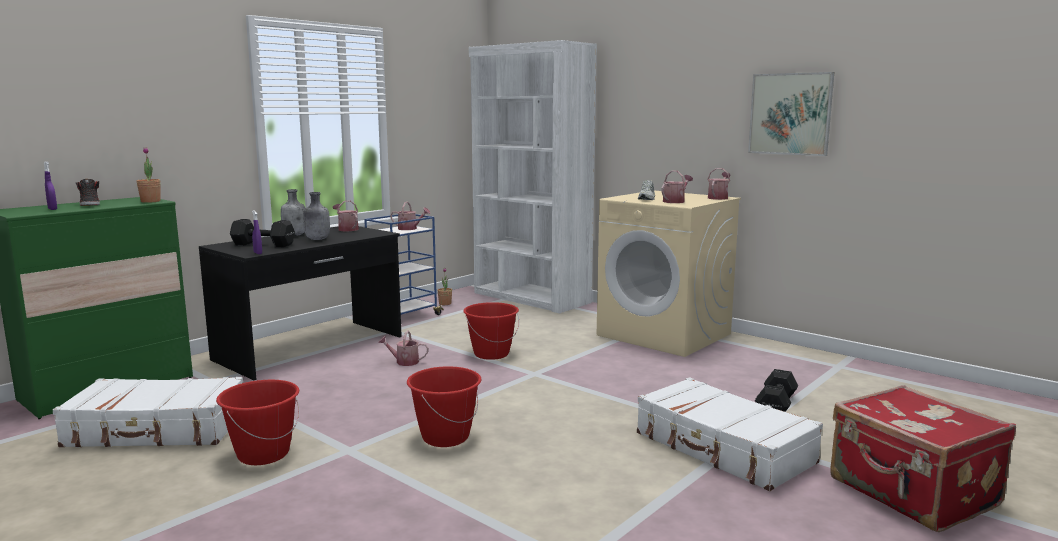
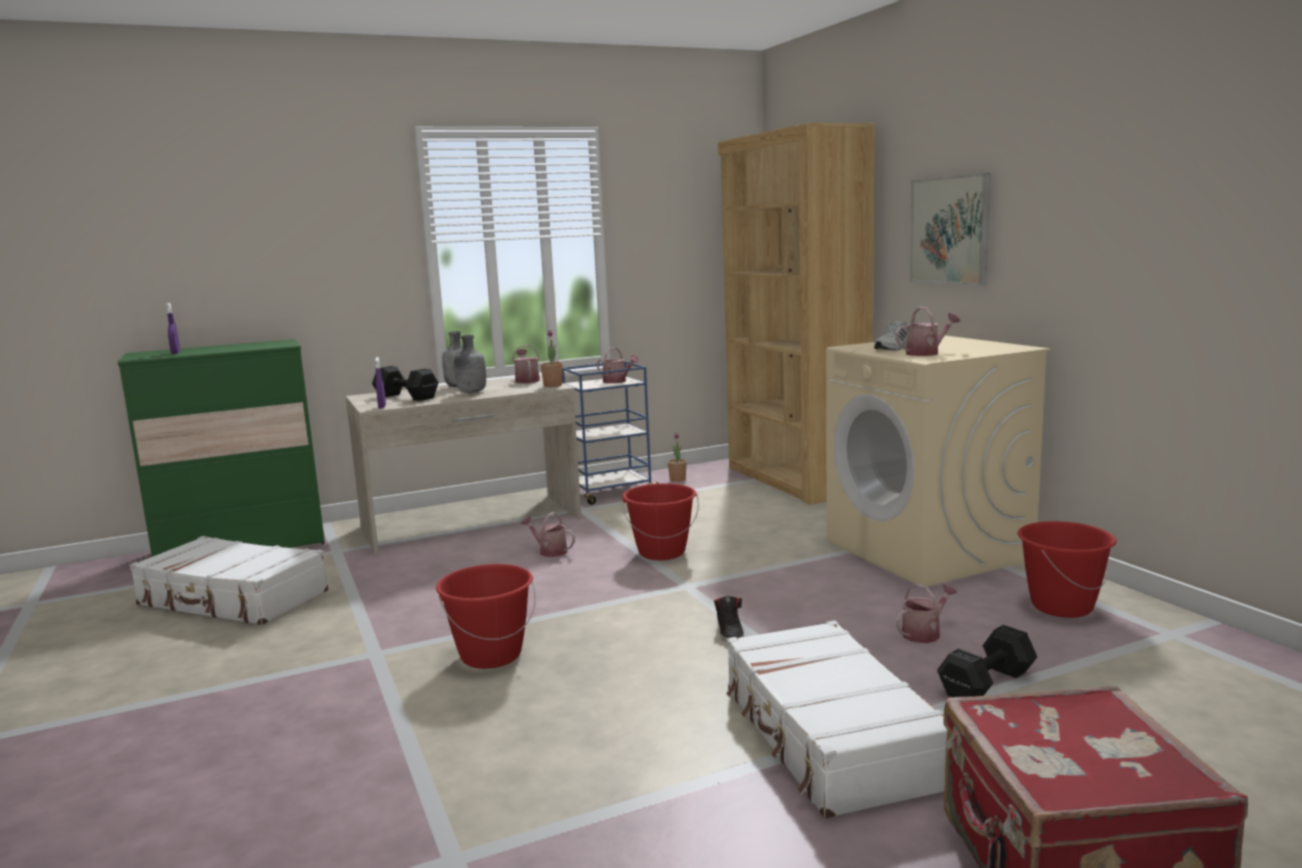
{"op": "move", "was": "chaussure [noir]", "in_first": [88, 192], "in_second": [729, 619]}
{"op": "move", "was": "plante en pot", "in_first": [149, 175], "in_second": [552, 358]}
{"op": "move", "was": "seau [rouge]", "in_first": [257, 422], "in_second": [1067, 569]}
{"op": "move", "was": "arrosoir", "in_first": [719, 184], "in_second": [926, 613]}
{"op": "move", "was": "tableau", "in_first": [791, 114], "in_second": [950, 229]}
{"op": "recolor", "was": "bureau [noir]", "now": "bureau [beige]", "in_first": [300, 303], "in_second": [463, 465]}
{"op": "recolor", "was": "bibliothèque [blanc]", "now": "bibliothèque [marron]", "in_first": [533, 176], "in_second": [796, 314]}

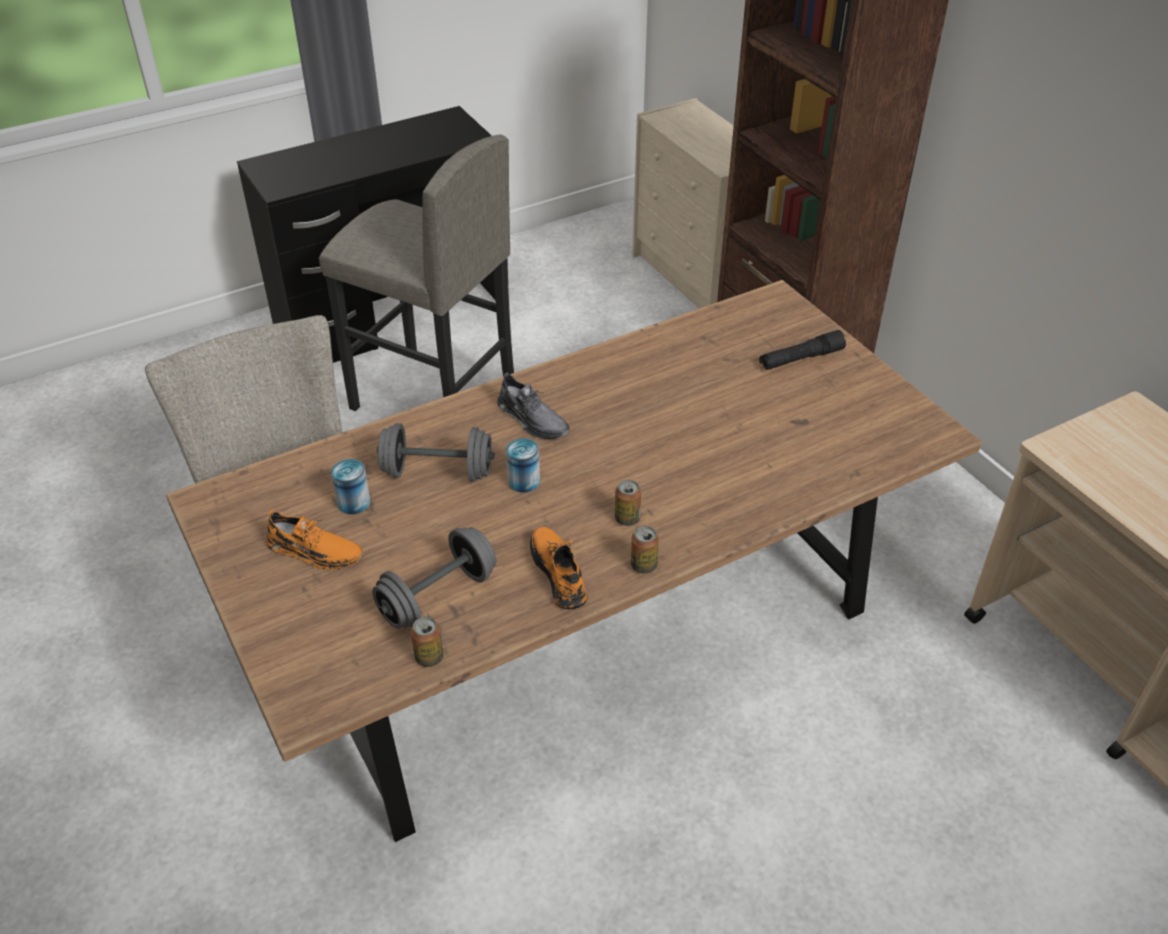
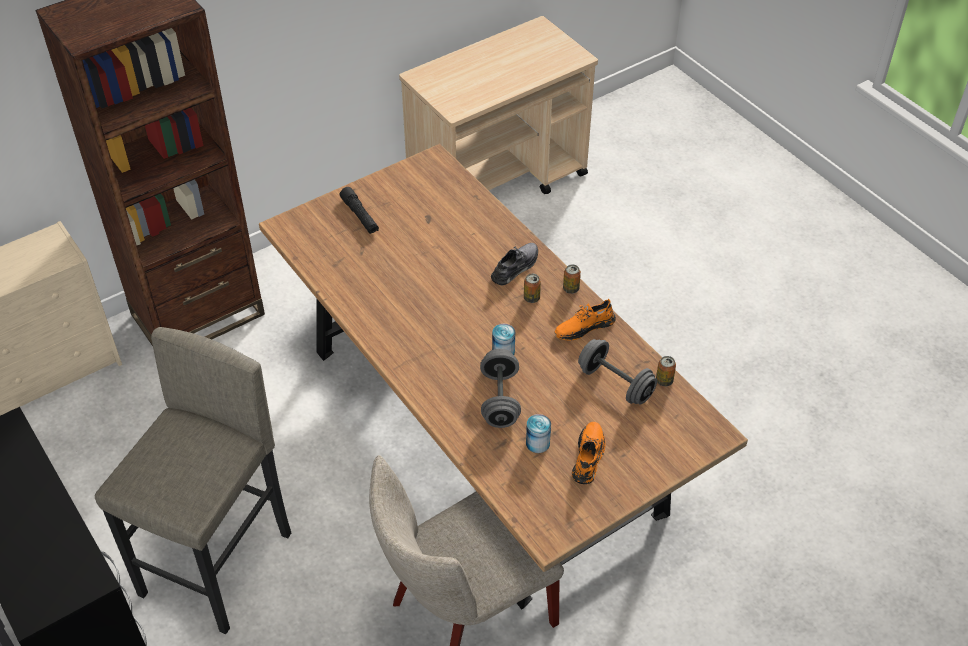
{"op": "move", "was": "chaussure [gris]", "in_first": [533, 405], "in_second": [514, 264]}

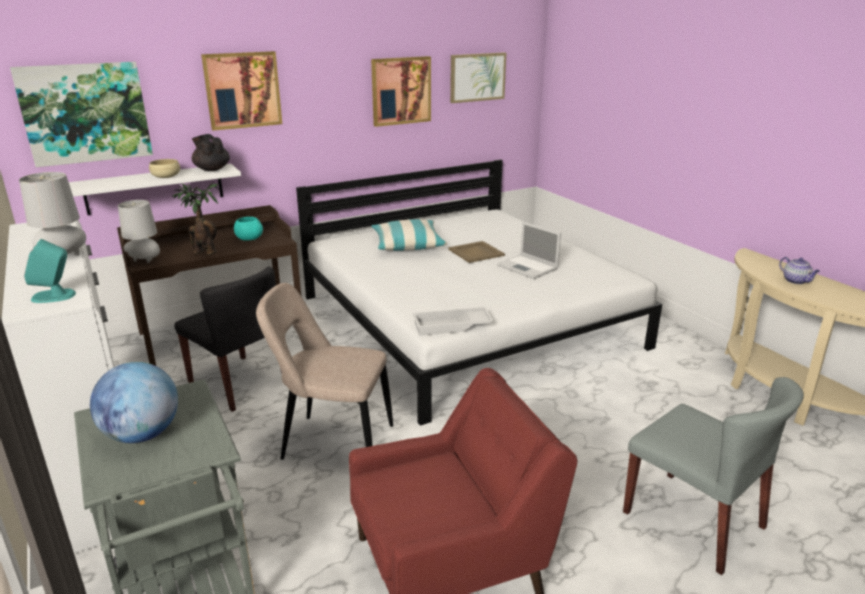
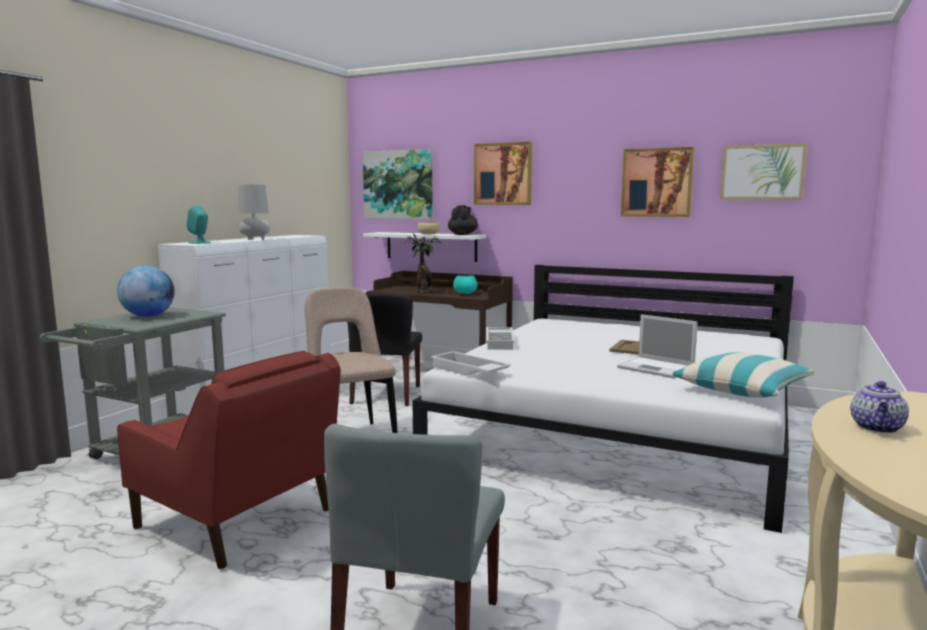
{"op": "delete", "was": "lampe de table [gris]", "in_first": [139, 231]}
{"op": "insert", "now": "plateau [blanc]", "in_second": [500, 338]}
{"op": "move", "was": "coussin", "in_first": [409, 235], "in_second": [743, 375]}
{"op": "rotate", "was": "ordinateur portable", "in_first": [529, 250], "in_second": [657, 346], "clockwise": -60}

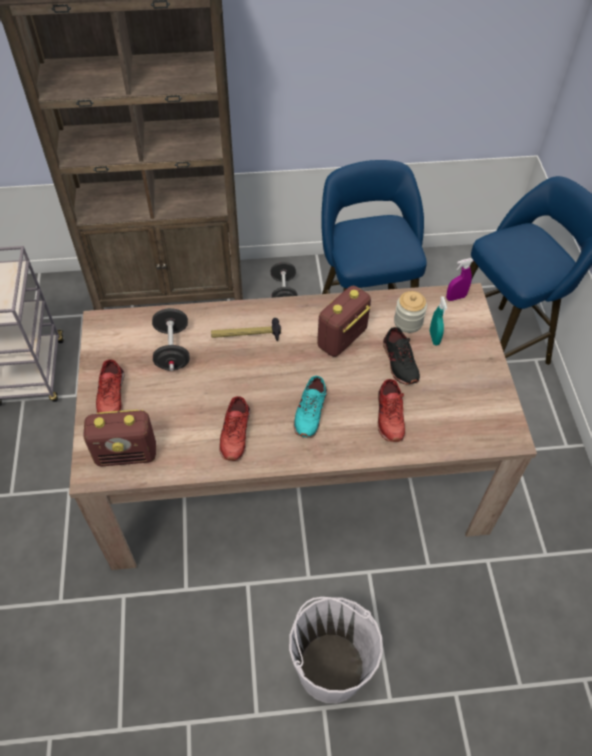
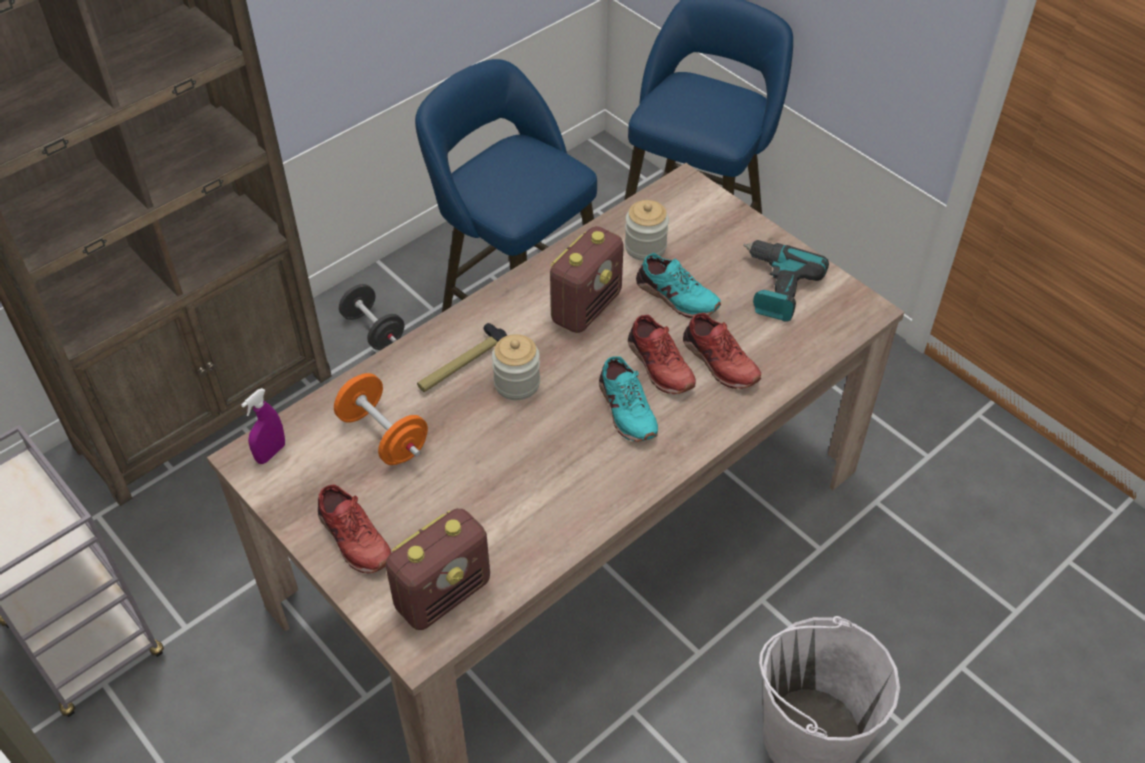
{"op": "delete", "was": "vaporisateur [turquoise]", "in_first": [438, 320]}
{"op": "insert", "now": "bocal", "in_second": [516, 367]}
{"op": "insert", "now": "perceuse", "in_second": [786, 281]}
{"op": "move", "was": "chaussure [rouge]", "in_first": [234, 428], "in_second": [662, 354]}
{"op": "move", "was": "vaporisateur [violet]", "in_first": [460, 279], "in_second": [263, 426]}
{"op": "recolor", "was": "haltère [noir]", "now": "haltère [orange]", "in_first": [171, 339], "in_second": [381, 419]}
{"op": "recolor", "was": "chaussure [noir]", "now": "chaussure [turquoise]", "in_first": [401, 355], "in_second": [678, 285]}
{"op": "rotate", "was": "radio", "in_first": [344, 321], "in_second": [587, 279], "clockwise": -150}

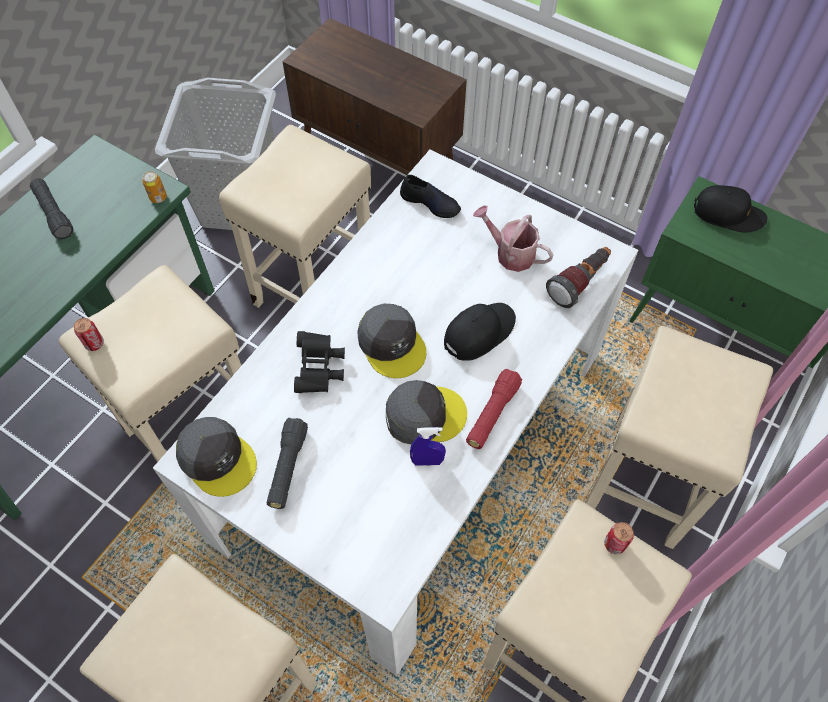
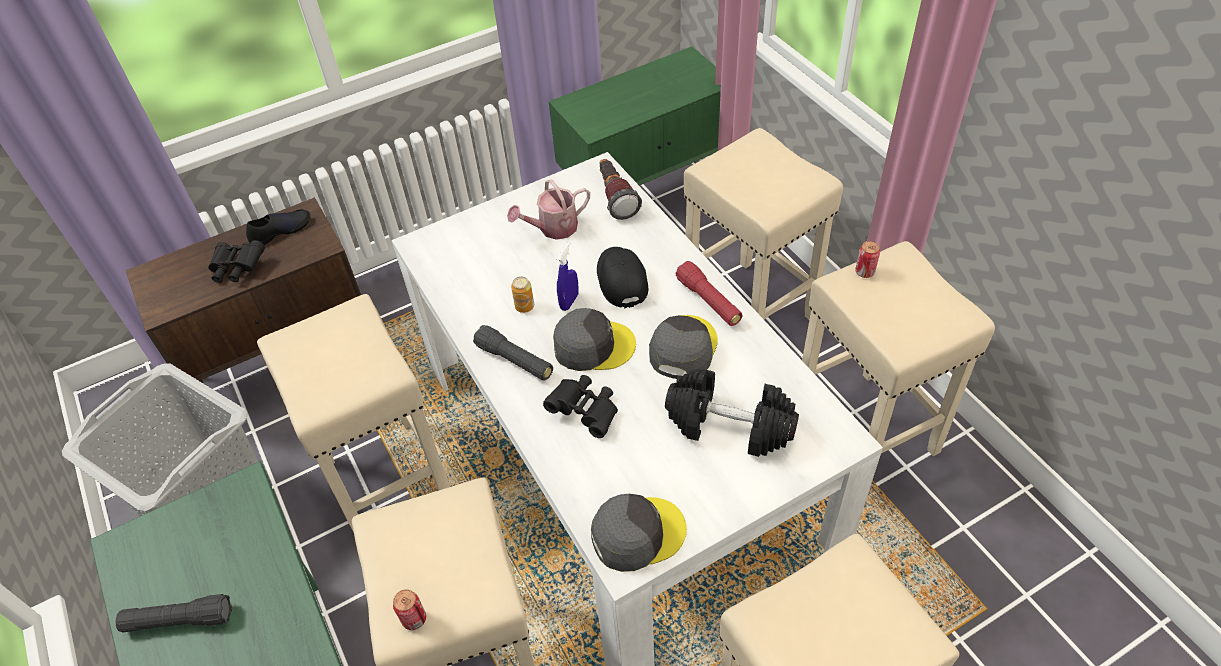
{"op": "delete", "was": "casquette [noir]", "in_first": [730, 208]}
{"op": "insert", "now": "jumelles [noir]", "in_second": [236, 261]}
{"op": "insert", "now": "haltère [noir]", "in_second": [732, 412]}
{"op": "move", "was": "boîte métallique", "in_first": [154, 187], "in_second": [522, 294]}
{"op": "move", "was": "lampe de poche [noir]", "in_first": [287, 463], "in_second": [513, 352]}
{"op": "move", "was": "chaussure [noir]", "in_first": [430, 196], "in_second": [278, 227]}
{"op": "move", "was": "vaporisateur [bleu]", "in_first": [428, 446], "in_second": [568, 276]}

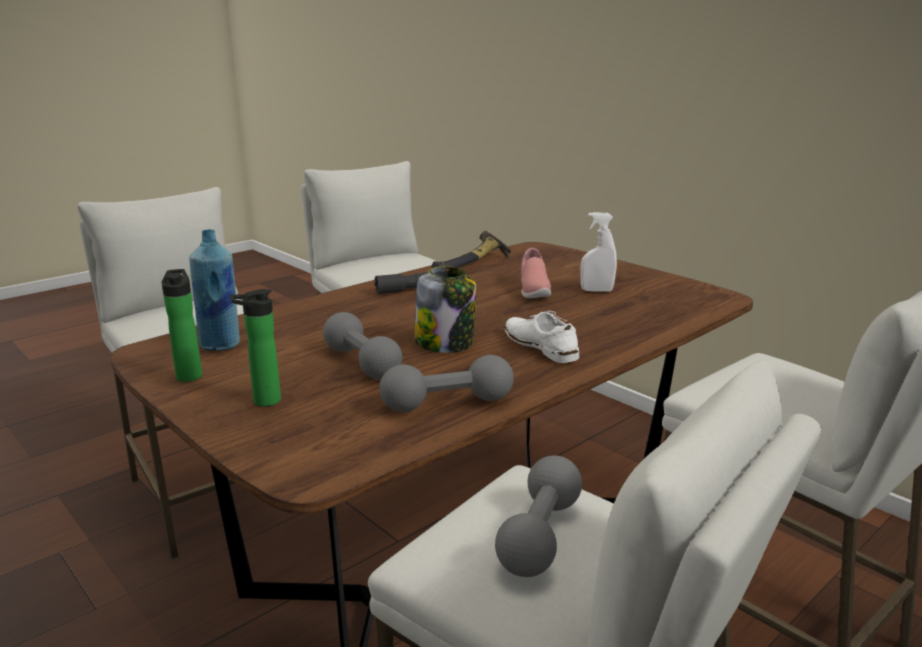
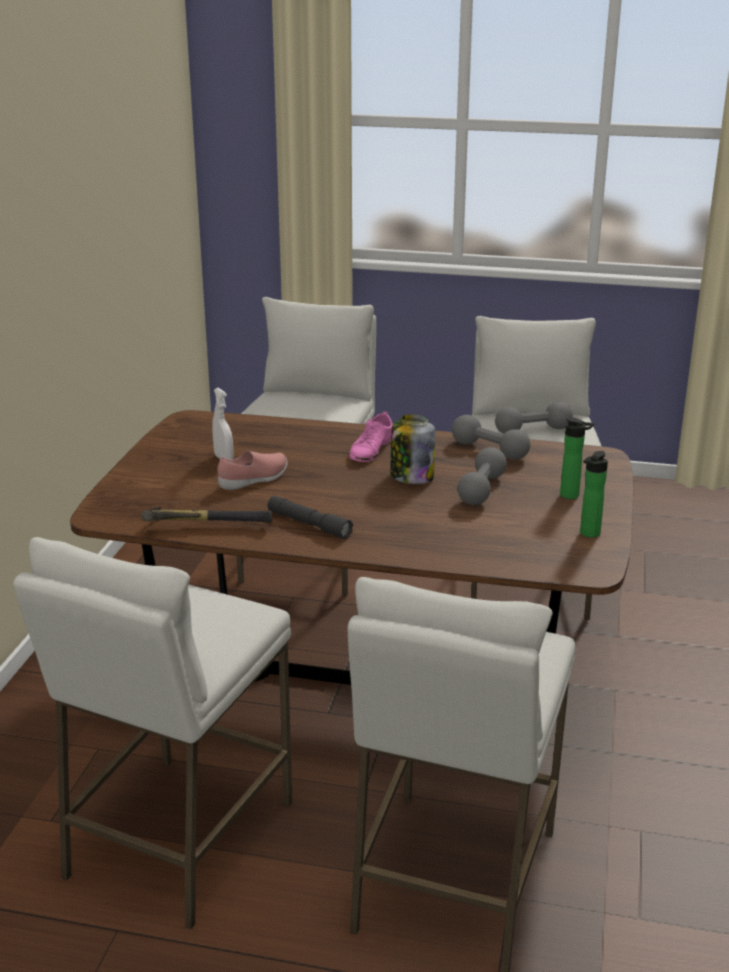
{"op": "delete", "was": "bouteille [bleu]", "in_first": [214, 290]}
{"op": "recolor", "was": "chaussure [blanc]", "now": "chaussure [rose]", "in_first": [542, 337], "in_second": [371, 436]}

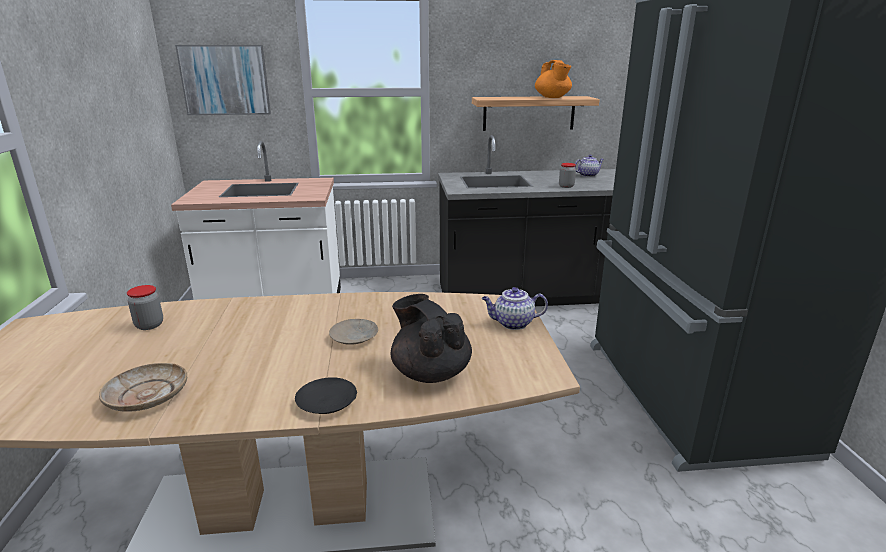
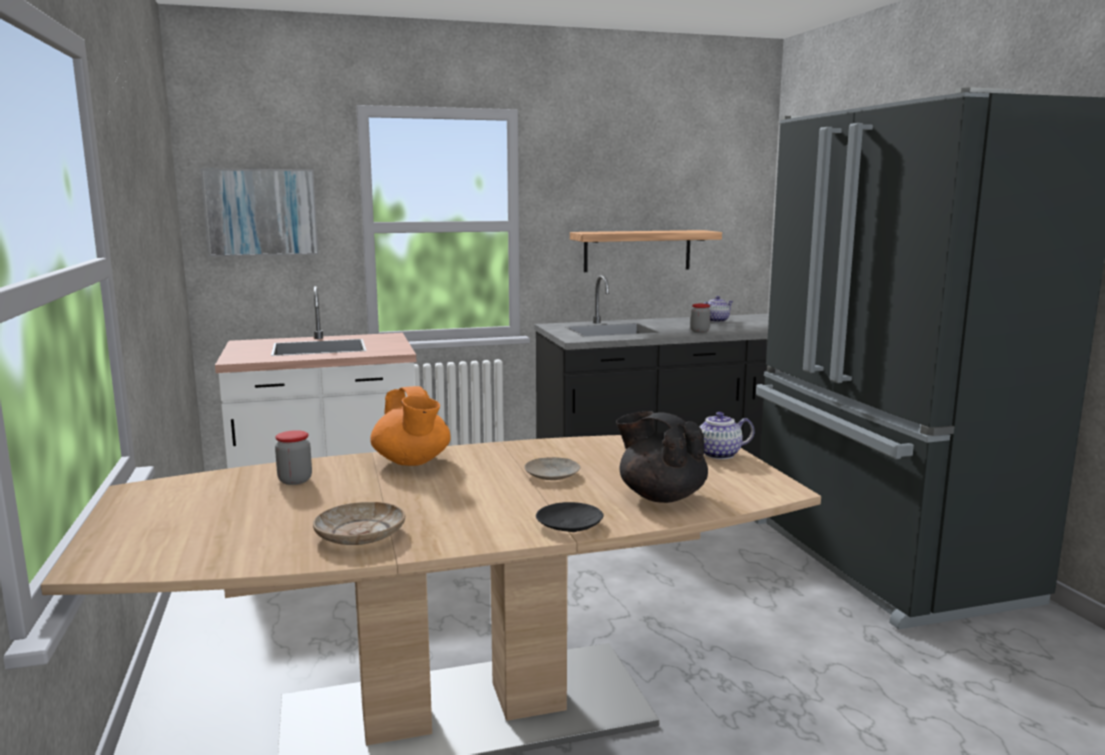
{"op": "move", "was": "théière [orange]", "in_first": [553, 79], "in_second": [410, 426]}

